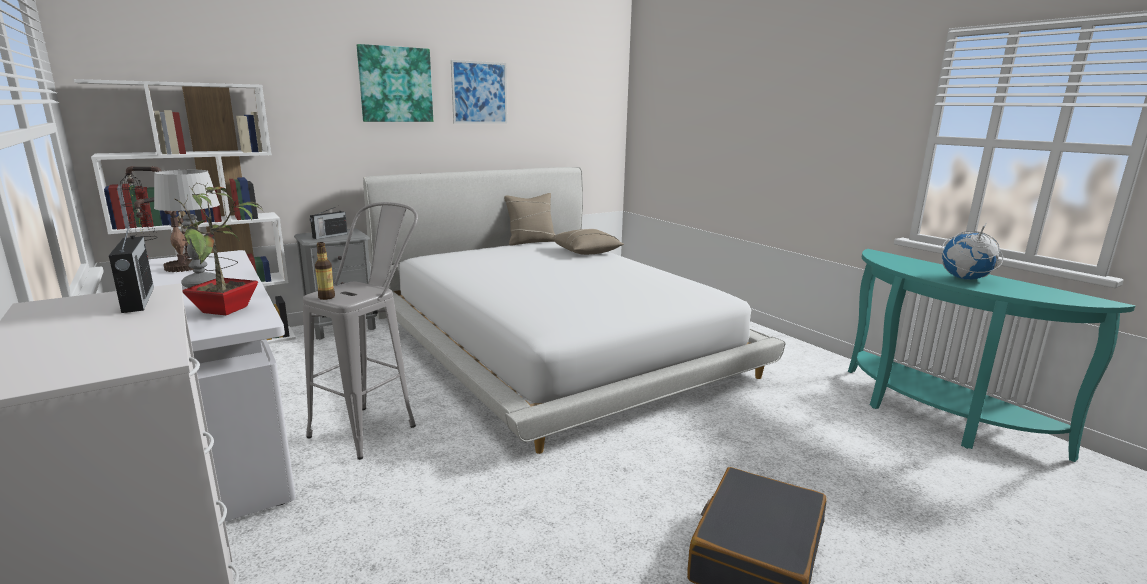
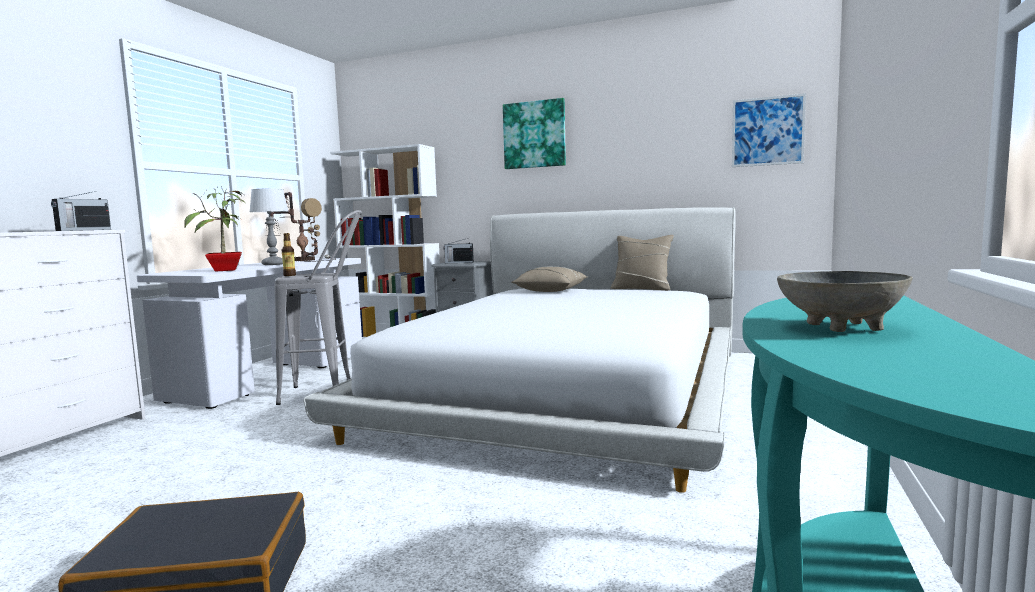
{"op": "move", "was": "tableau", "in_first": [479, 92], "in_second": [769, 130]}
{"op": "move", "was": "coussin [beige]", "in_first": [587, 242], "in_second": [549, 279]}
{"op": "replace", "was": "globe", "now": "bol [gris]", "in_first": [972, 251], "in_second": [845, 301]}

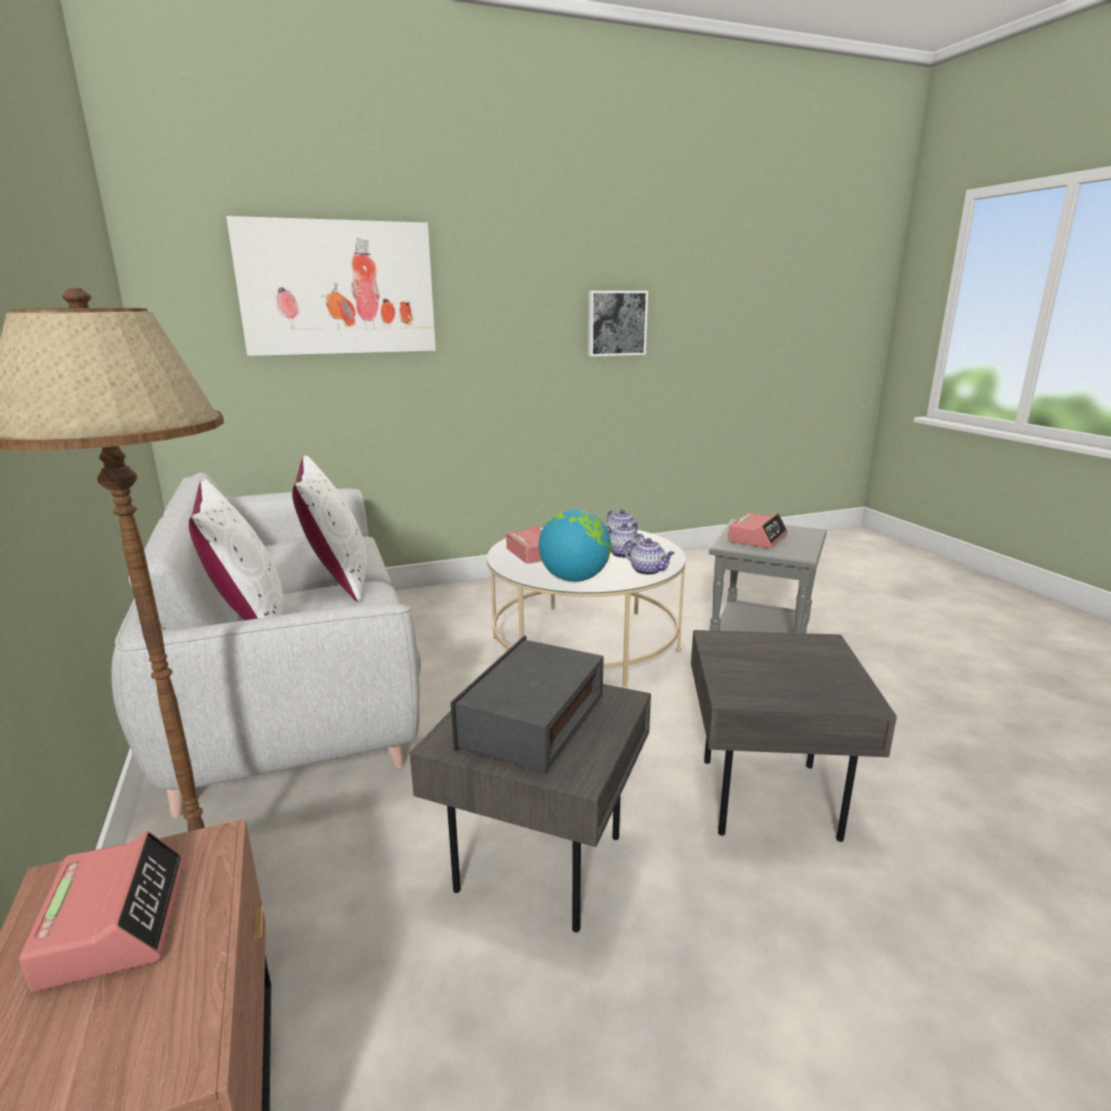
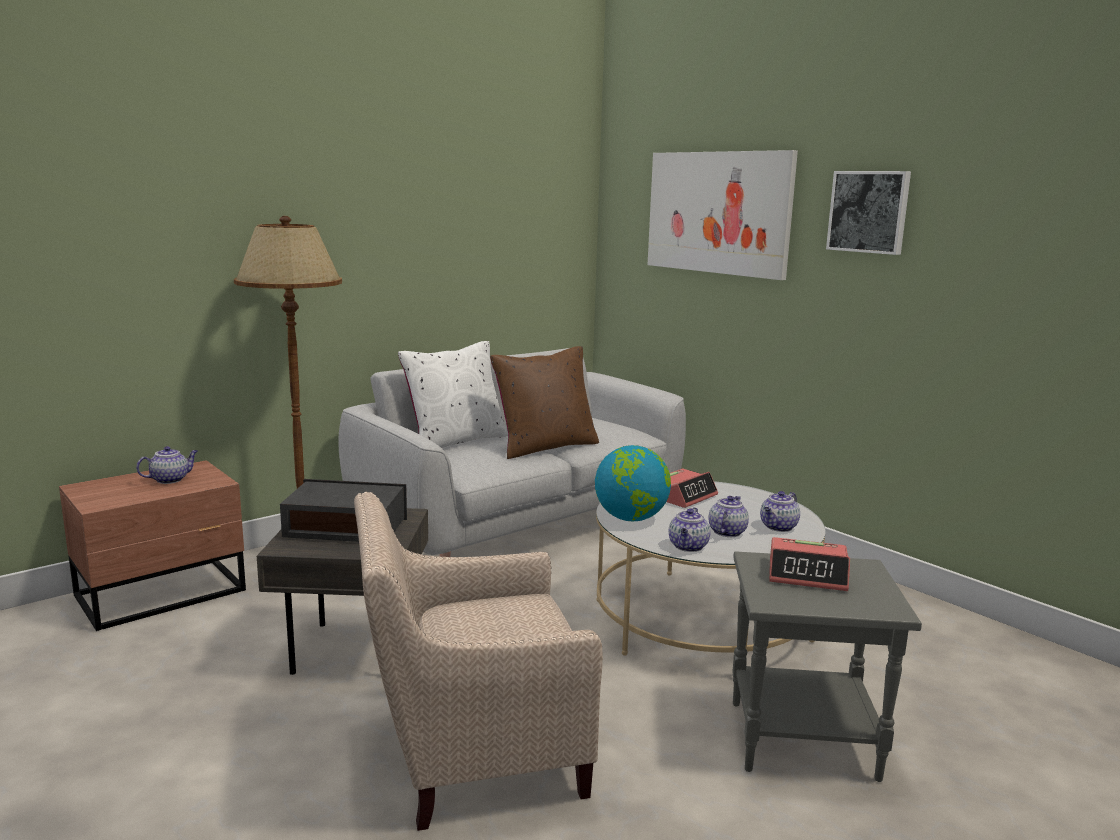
{"op": "move", "was": "tableau", "in_first": [618, 323], "in_second": [868, 213]}
{"op": "replace", "was": "réveil", "now": "théière", "in_first": [102, 912], "in_second": [167, 465]}
{"op": "replace", "was": "table d'appoint [gris]", "now": "fauteuil [beige]", "in_first": [794, 736], "in_second": [478, 661]}
{"op": "recolor", "was": "coussin [blanc]", "now": "coussin [marron]", "in_first": [329, 529], "in_second": [544, 402]}

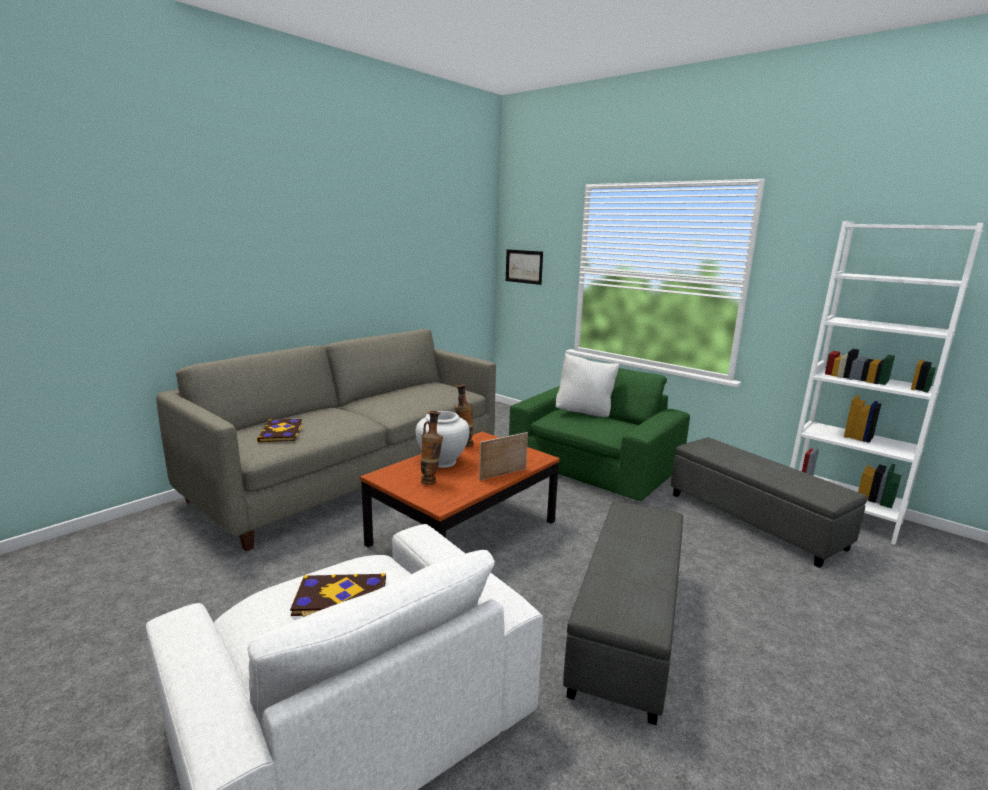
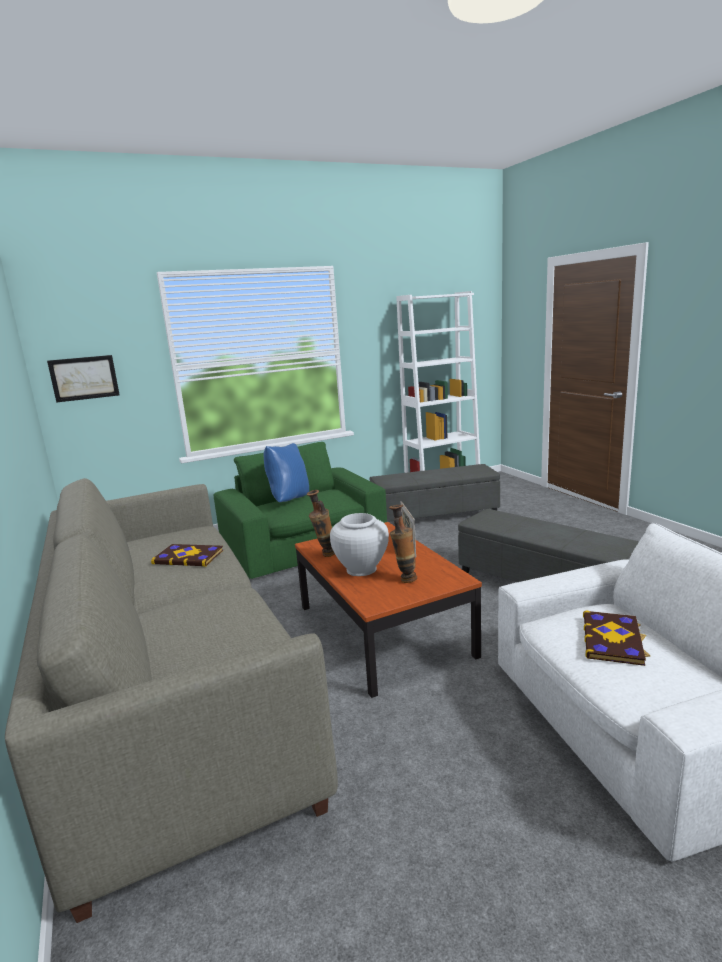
{"op": "move", "was": "livre", "in_first": [280, 430], "in_second": [187, 555]}
{"op": "recolor", "was": "coussin [blanc]", "now": "coussin [bleu]", "in_first": [588, 385], "in_second": [286, 472]}

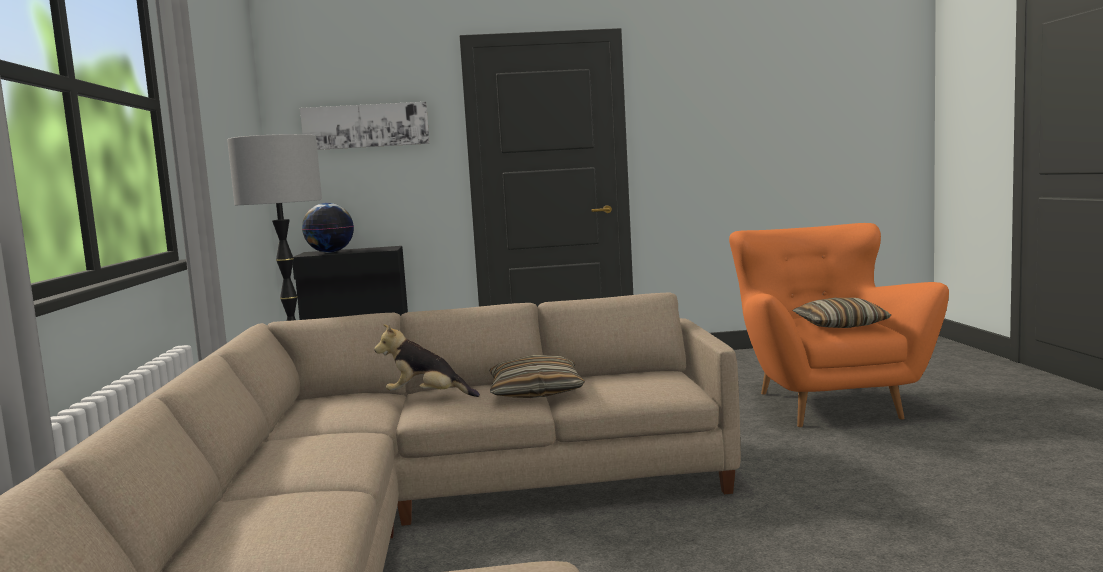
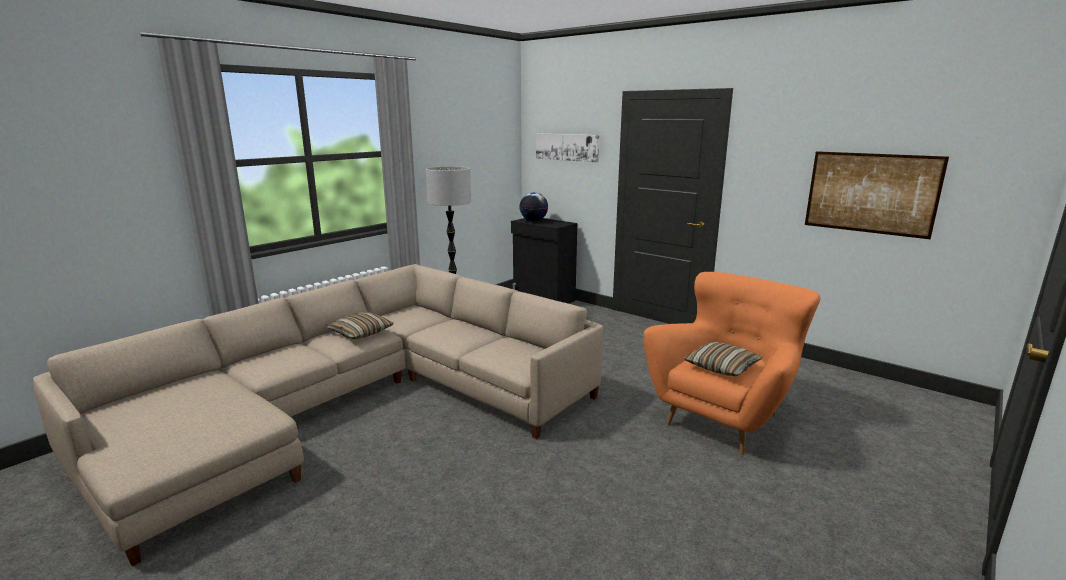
{"op": "delete", "was": "peluche", "in_first": [427, 360]}
{"op": "insert", "now": "tableau", "in_second": [877, 195]}
{"op": "move", "was": "coussin", "in_first": [537, 376], "in_second": [360, 325]}

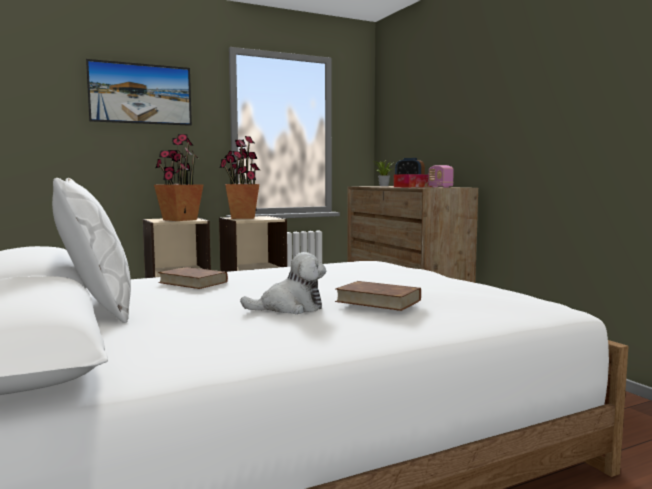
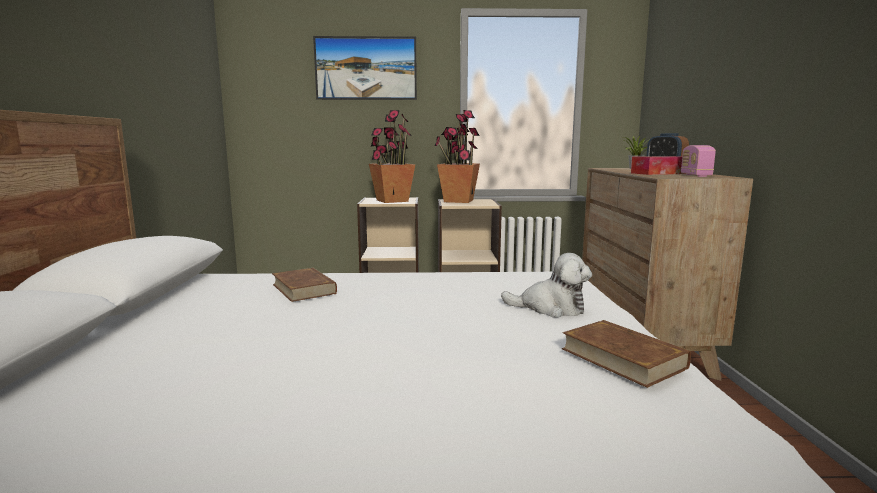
{"op": "delete", "was": "coussin [blanc]", "in_first": [91, 250]}
{"op": "move", "was": "peluche", "in_first": [283, 283], "in_second": [546, 285]}
{"op": "move", "was": "livre [marron]", "in_first": [378, 296], "in_second": [626, 354]}

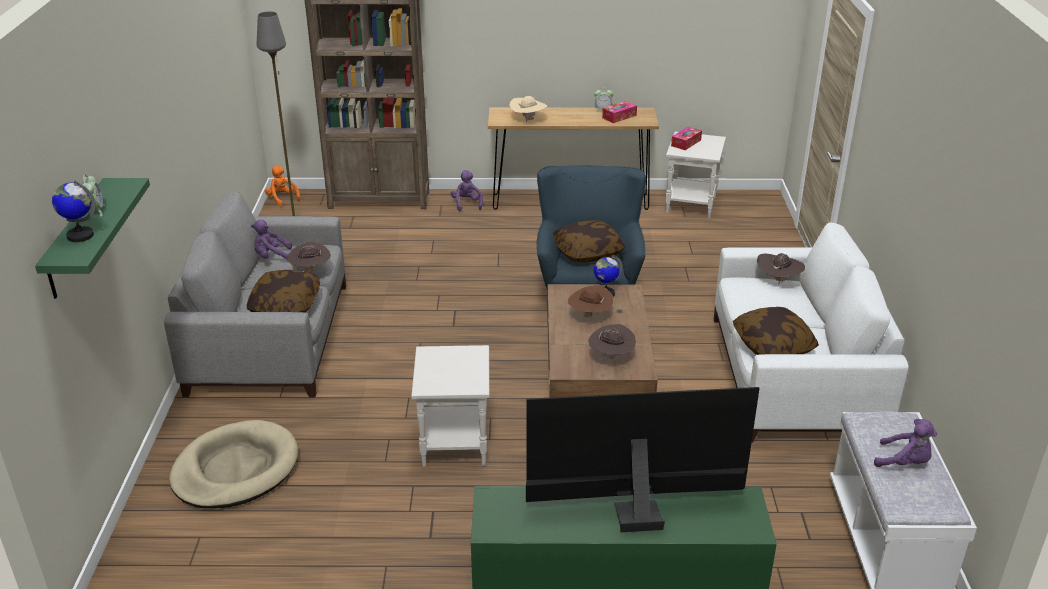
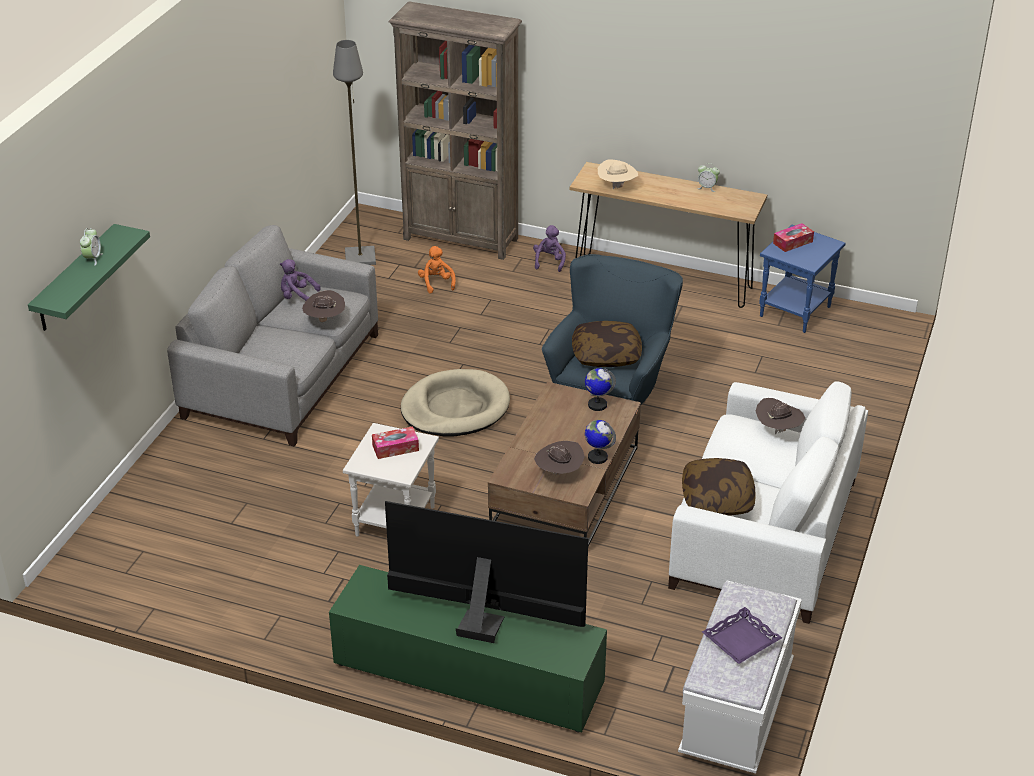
{"op": "delete", "was": "coussin", "in_first": [283, 291]}
{"op": "delete", "was": "chapeau [marron]", "in_first": [590, 301]}
{"op": "move", "was": "globe", "in_first": [74, 211], "in_second": [600, 442]}
{"op": "move", "was": "panier pour chien [beige]", "in_first": [233, 464], "in_second": [455, 402]}
{"op": "move", "was": "peluche [orange]", "in_first": [282, 185], "in_second": [437, 270]}
{"op": "move", "was": "boîte à mouchoirs", "in_first": [619, 112], "in_second": [395, 442]}
{"op": "replace", "was": "peluche [violet]", "now": "plateau [violet]", "in_first": [905, 443], "in_second": [742, 635]}
{"op": "recolor", "was": "table d'appoint [blanc]", "now": "table d'appoint [bleu]", "in_first": [696, 175], "in_second": [802, 279]}

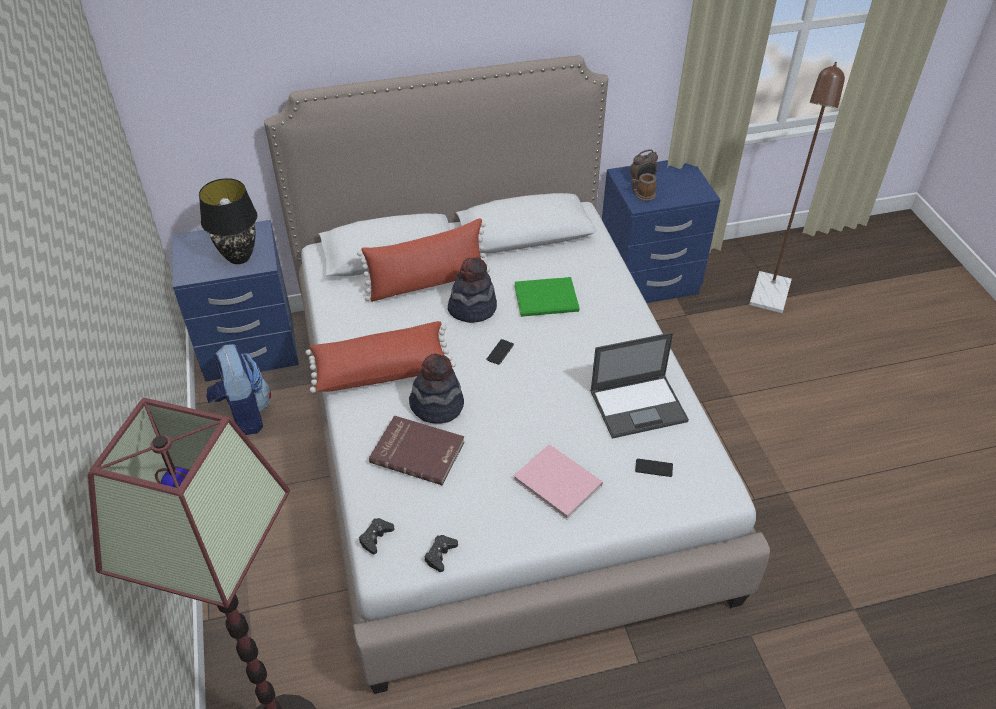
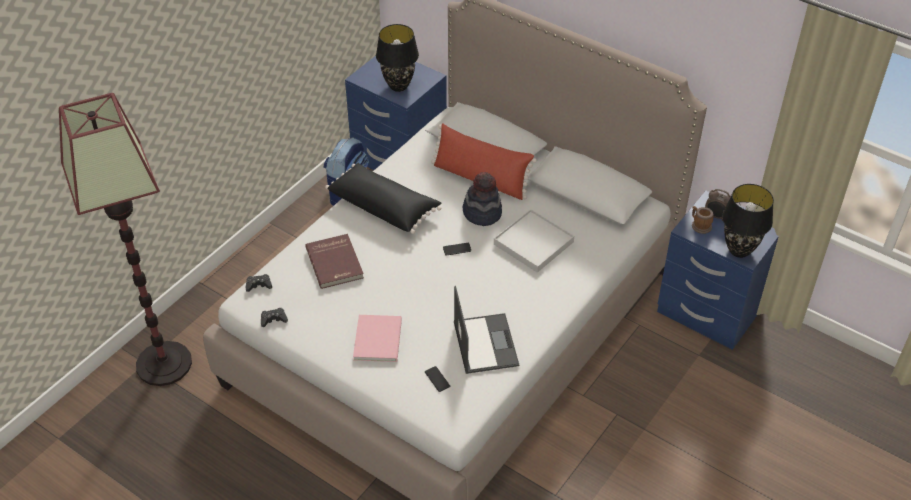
{"op": "delete", "was": "chapeau", "in_first": [436, 389]}
{"op": "delete", "was": "lampadaire [marron]", "in_first": [797, 187]}
{"op": "insert", "now": "lampe de table [noir]", "in_second": [748, 221]}
{"op": "replace", "was": "livre [vert]", "now": "plateau [blanc]", "in_first": [547, 297], "in_second": [534, 241]}
{"op": "recolor", "was": "coussin [rouge]", "now": "coussin [noir]", "in_first": [380, 357], "in_second": [383, 198]}
{"op": "rotate", "was": "ordinateur portable", "in_first": [639, 385], "in_second": [486, 330], "clockwise": -135}

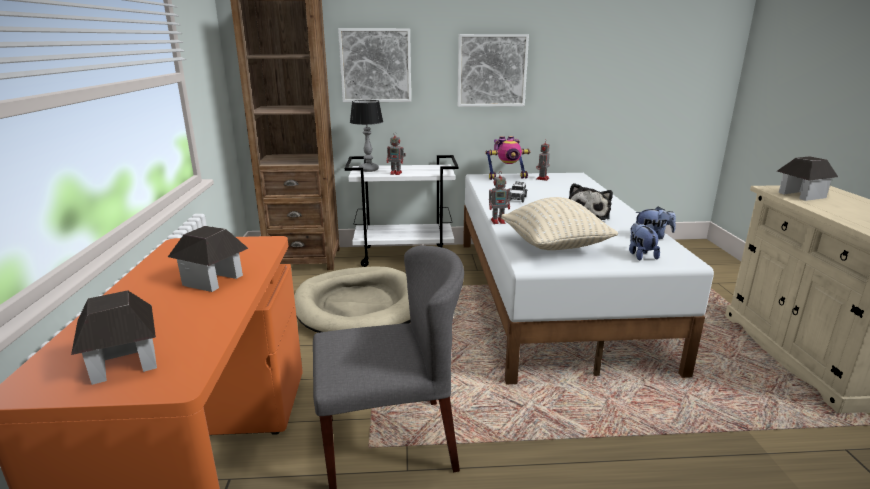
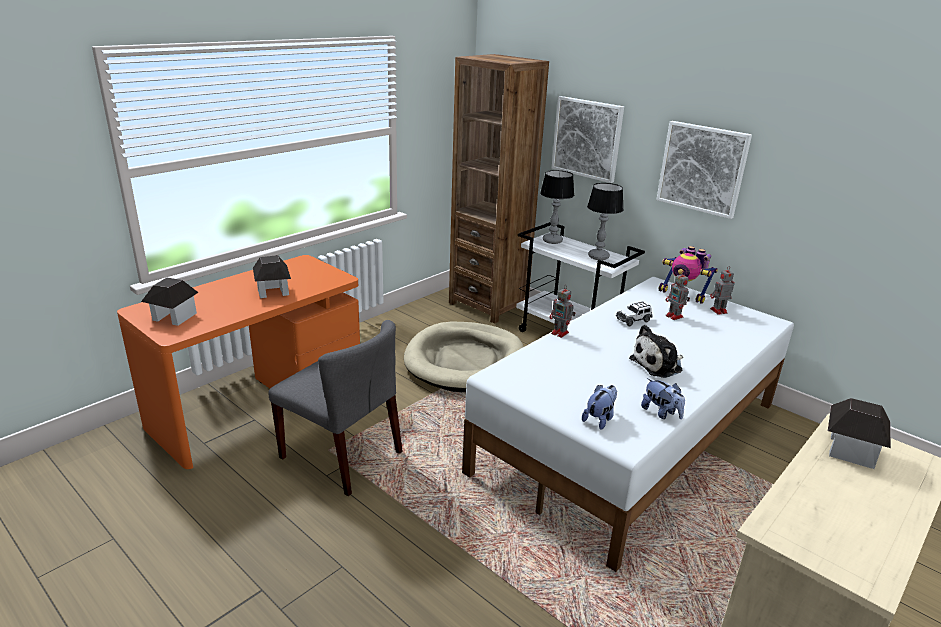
{"op": "delete", "was": "coussin [beige]", "in_first": [559, 223]}
{"op": "insert", "now": "lampe de table", "in_second": [605, 221]}
{"op": "move", "was": "robot jouet", "in_first": [396, 153], "in_second": [677, 297]}

